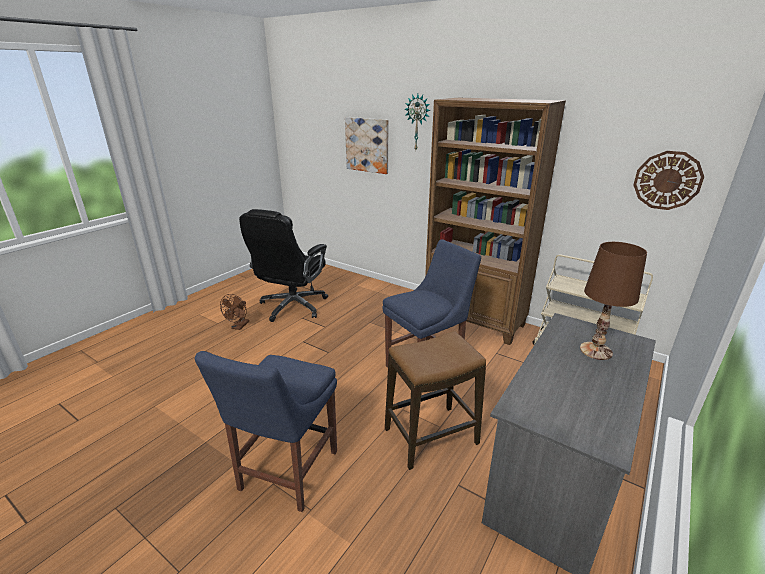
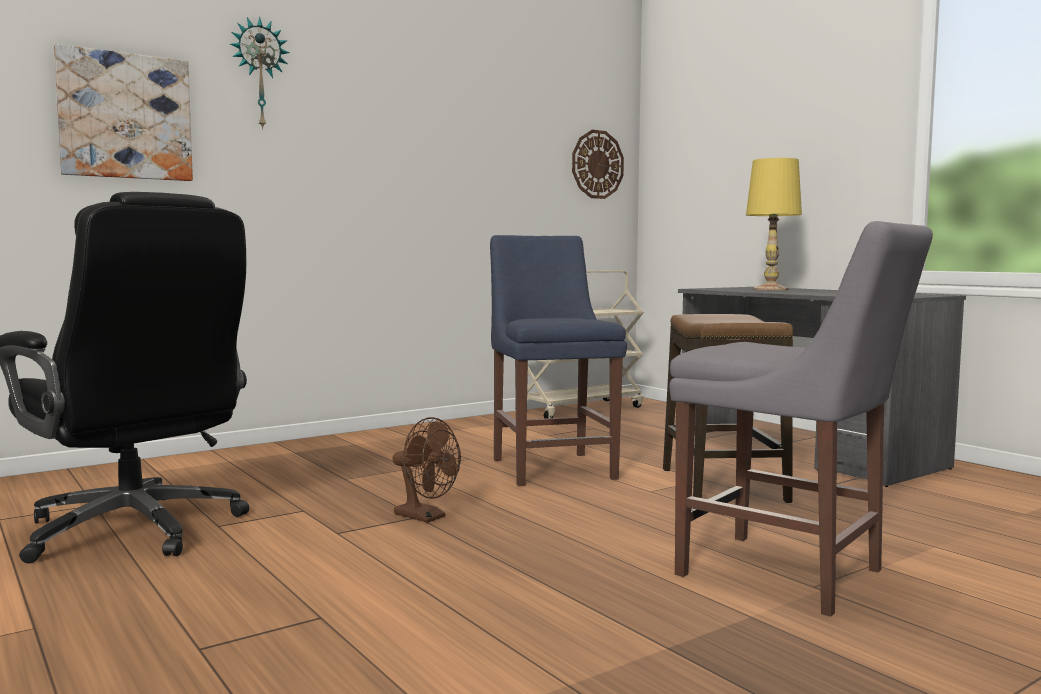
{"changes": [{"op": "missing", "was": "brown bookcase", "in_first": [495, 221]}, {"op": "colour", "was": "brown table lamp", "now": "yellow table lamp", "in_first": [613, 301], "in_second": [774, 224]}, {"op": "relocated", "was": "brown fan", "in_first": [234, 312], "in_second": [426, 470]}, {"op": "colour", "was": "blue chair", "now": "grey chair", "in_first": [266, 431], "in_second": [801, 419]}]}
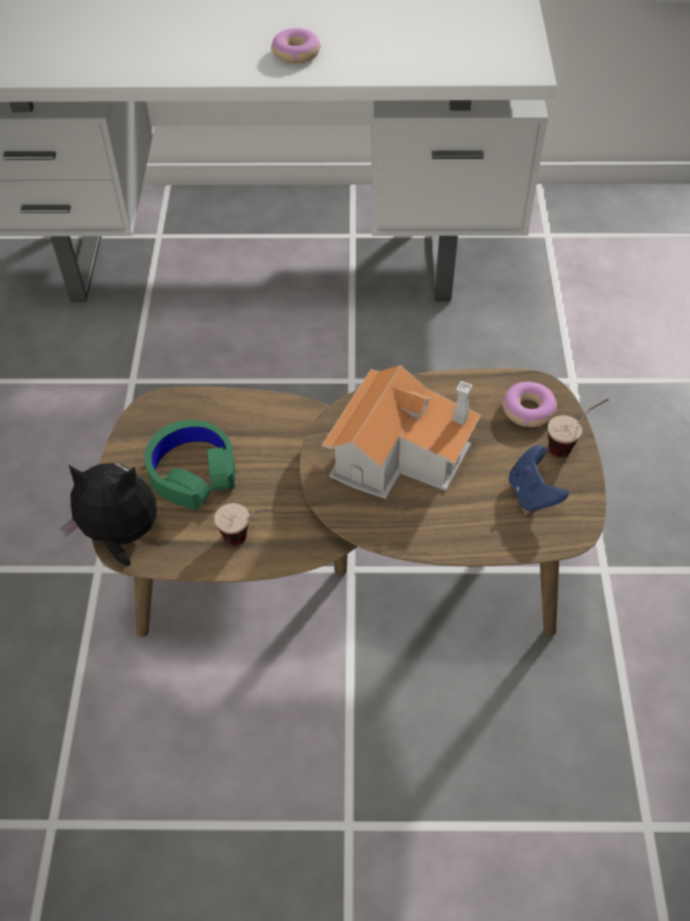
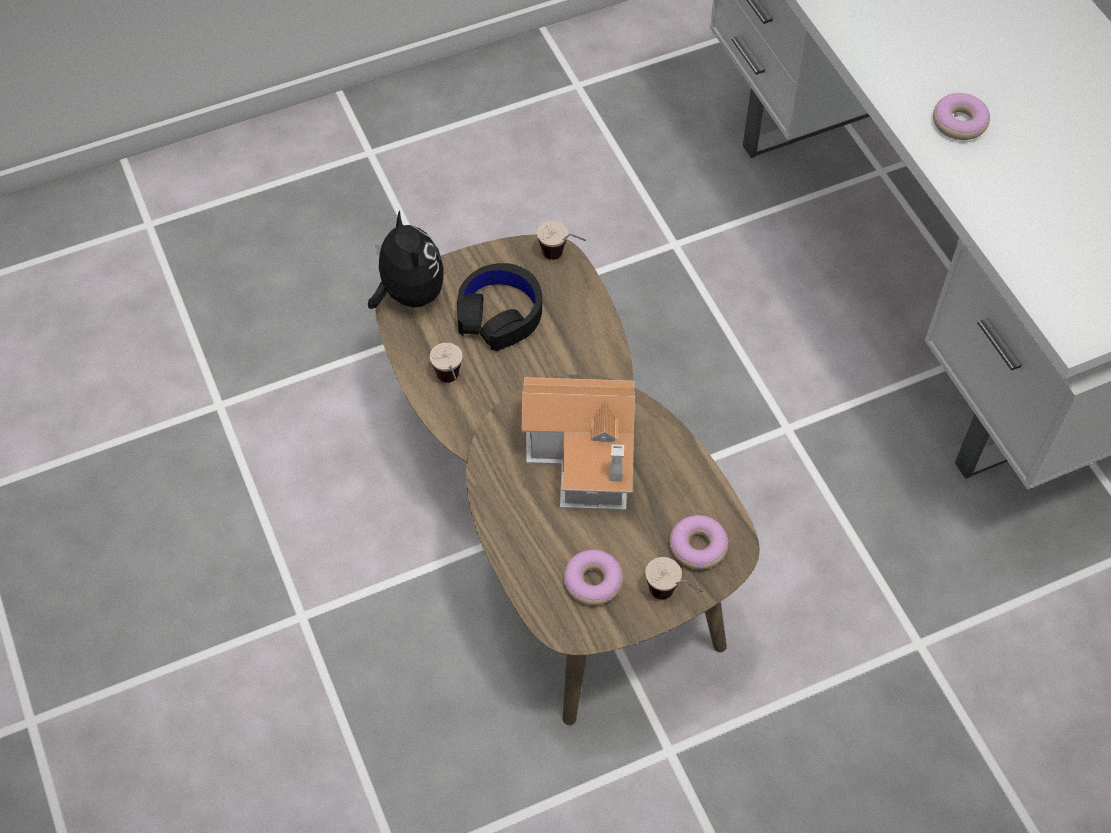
{"changes": [{"op": "colour", "was": "green headphones", "now": "black headphones", "in_first": [190, 465], "in_second": [499, 307]}, {"op": "exchanged", "was": "blue game controller", "now": "donut", "in_first": [539, 478], "in_second": [593, 577]}, {"op": "appeared", "now": "cup", "in_second": [561, 240]}]}
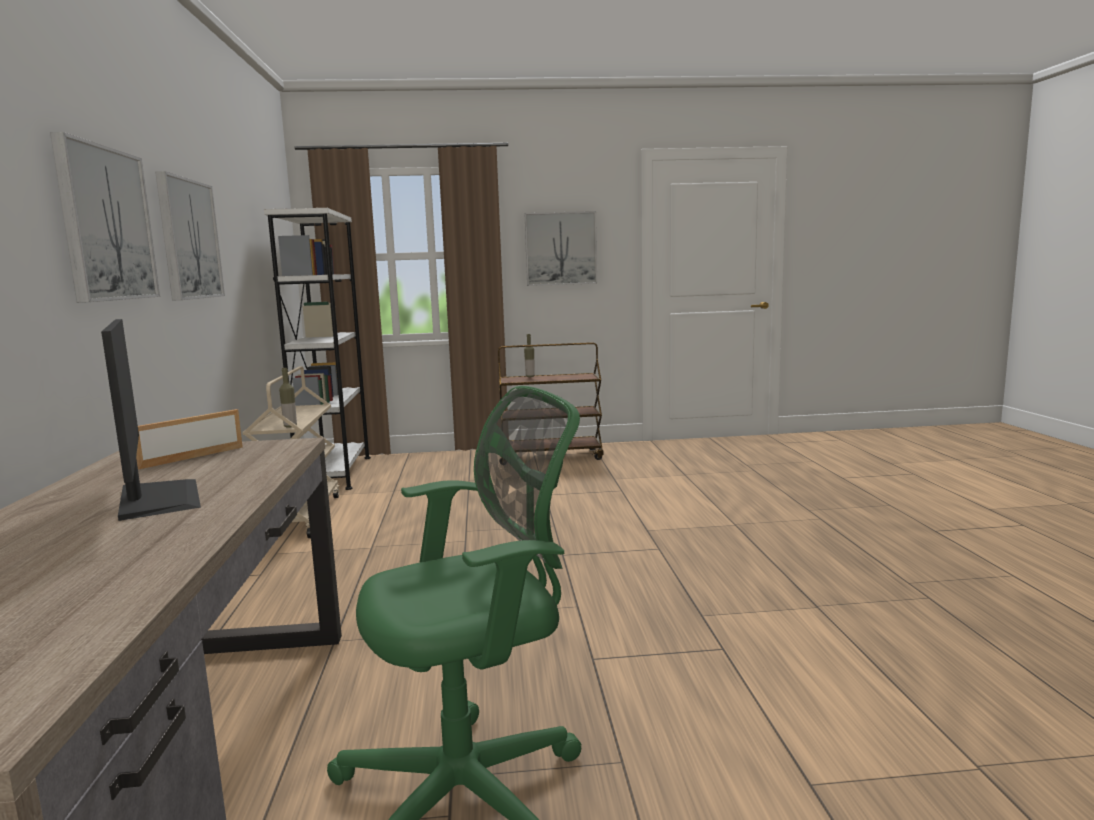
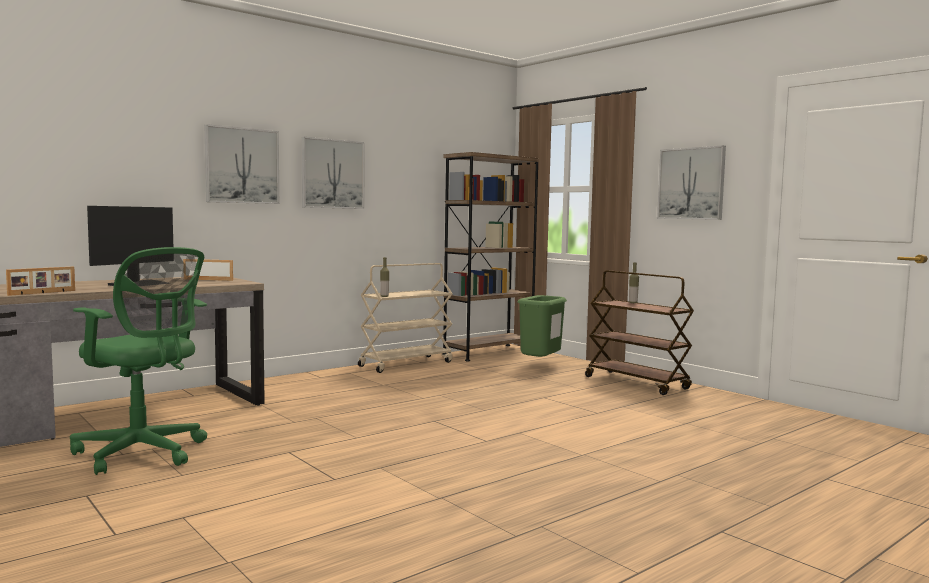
{"changes": [{"op": "colour", "was": "white bookcase", "now": "brown bookcase", "in_first": [317, 349], "in_second": [490, 256]}, {"op": "appeared", "now": "picture frame", "in_second": [40, 281]}, {"op": "appeared", "now": "green trash can", "in_second": [542, 326]}]}
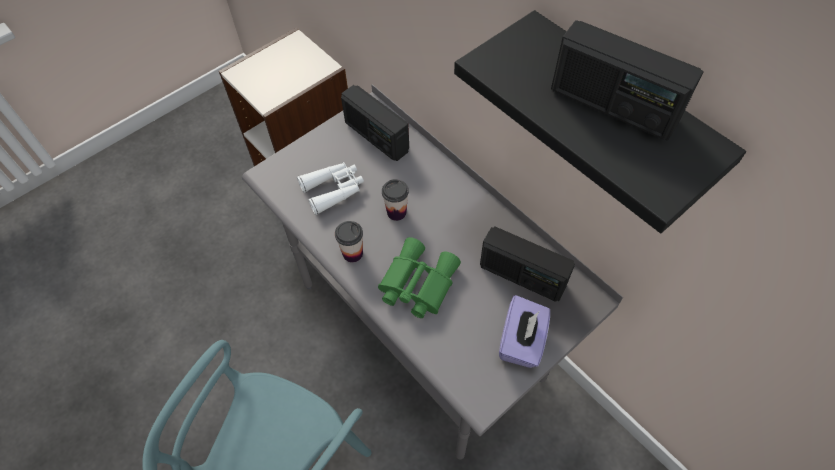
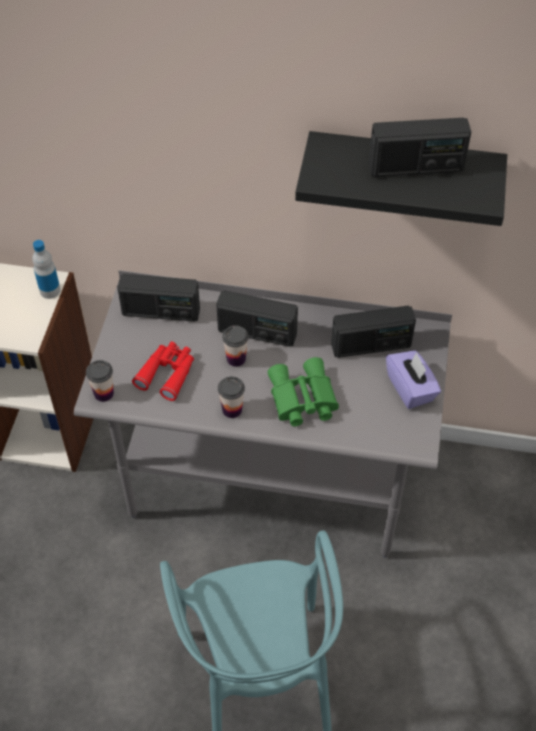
{"changes": [{"op": "colour", "was": "white binoculars", "now": "red binoculars", "in_first": [330, 188], "in_second": [163, 371]}, {"op": "appeared", "now": "bottle", "in_second": [46, 269]}, {"op": "appeared", "now": "radio", "in_second": [257, 318]}, {"op": "appeared", "now": "cup", "in_second": [100, 381]}]}
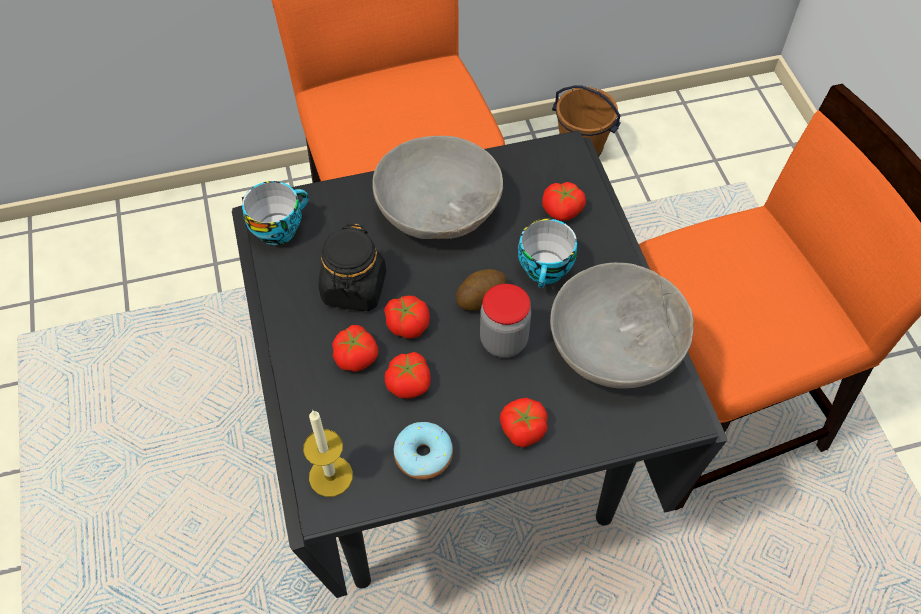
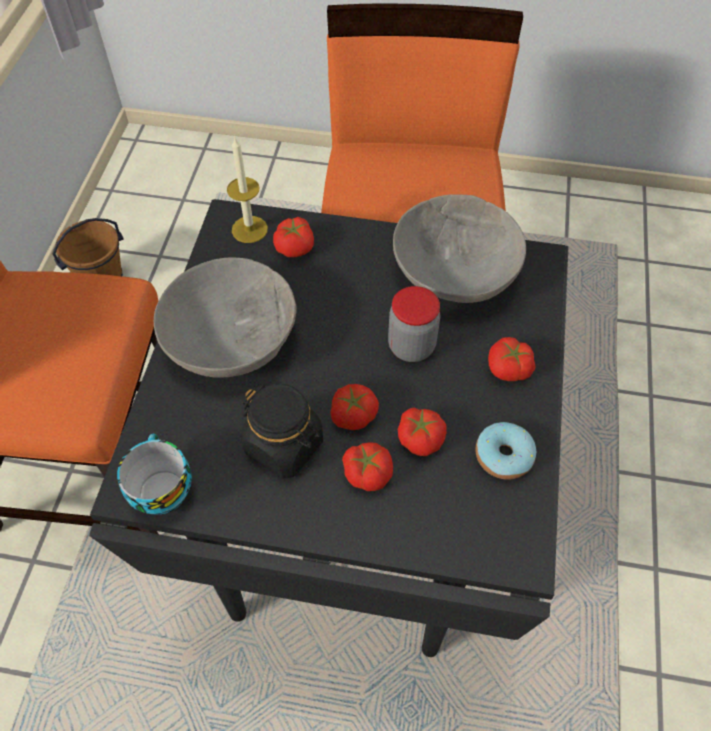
{"changes": [{"op": "missing", "was": "cup", "in_first": [547, 253]}, {"op": "missing", "was": "potato", "in_first": [481, 290]}, {"op": "relocated", "was": "candle", "in_first": [328, 454], "in_second": [247, 189]}]}
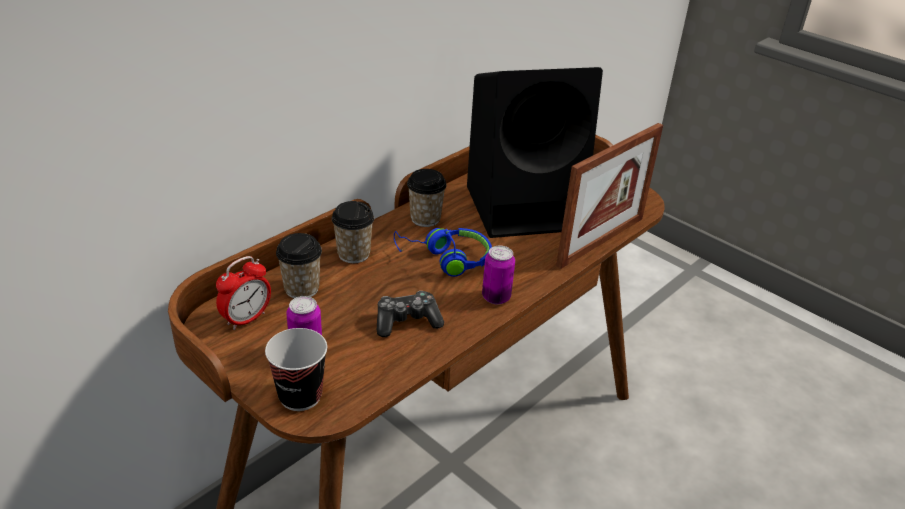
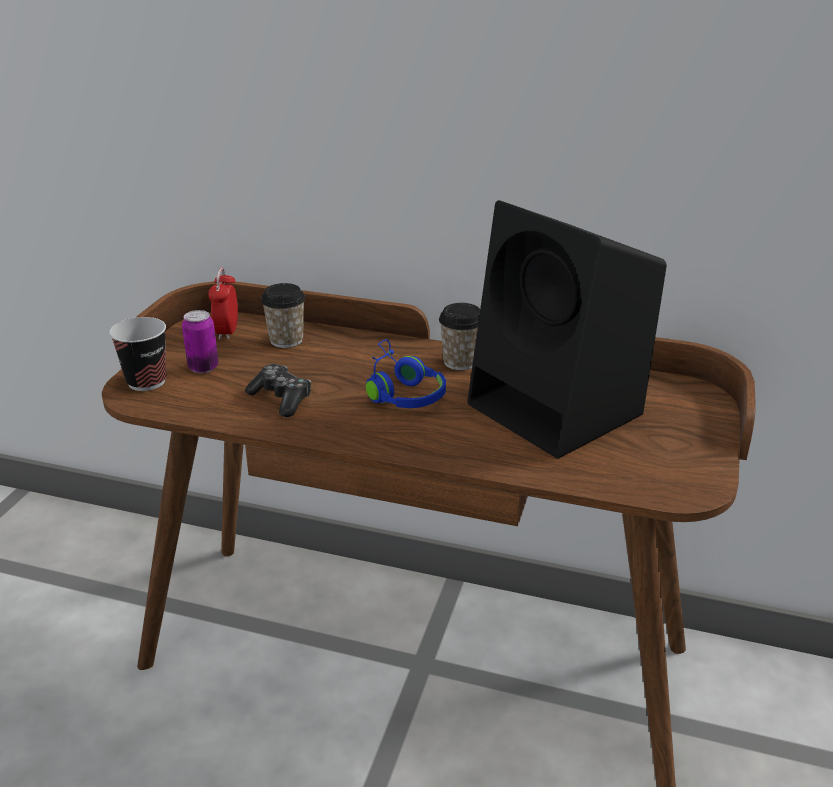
{"changes": [{"op": "missing", "was": "picture frame", "in_first": [609, 196]}, {"op": "missing", "was": "cup", "in_first": [353, 232]}, {"op": "missing", "was": "can", "in_first": [498, 275]}, {"op": "spun", "was": "alarm clock", "in_first": [243, 293], "in_second": [223, 304], "clockwise": 75}]}
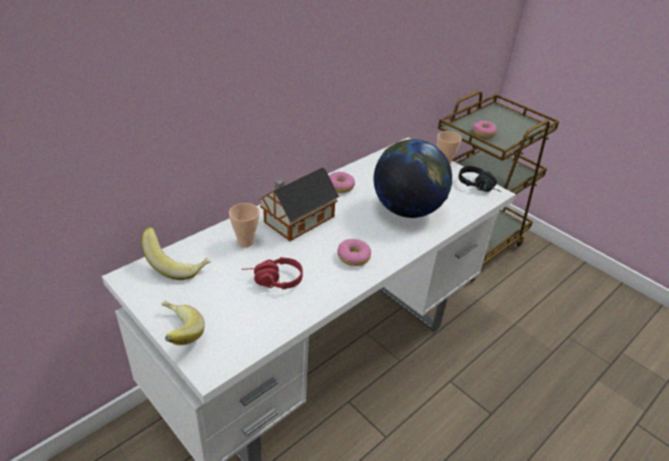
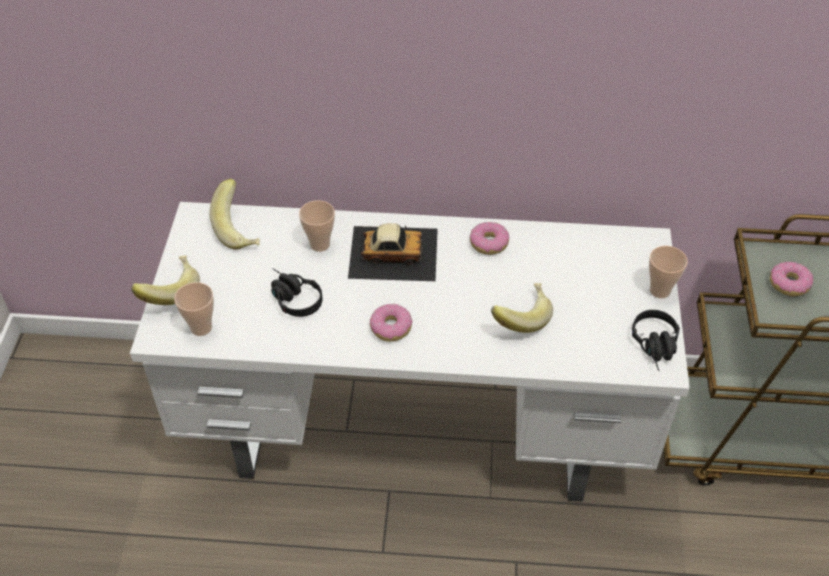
{"changes": [{"op": "exchanged", "was": "globe", "now": "banana", "in_first": [412, 178], "in_second": [522, 308]}, {"op": "exchanged", "was": "toy house", "now": "toy car", "in_first": [299, 204], "in_second": [393, 252]}, {"op": "colour", "was": "red headphones", "now": "black headphones", "in_first": [272, 273], "in_second": [296, 292]}, {"op": "appeared", "now": "cup", "in_second": [194, 309]}]}
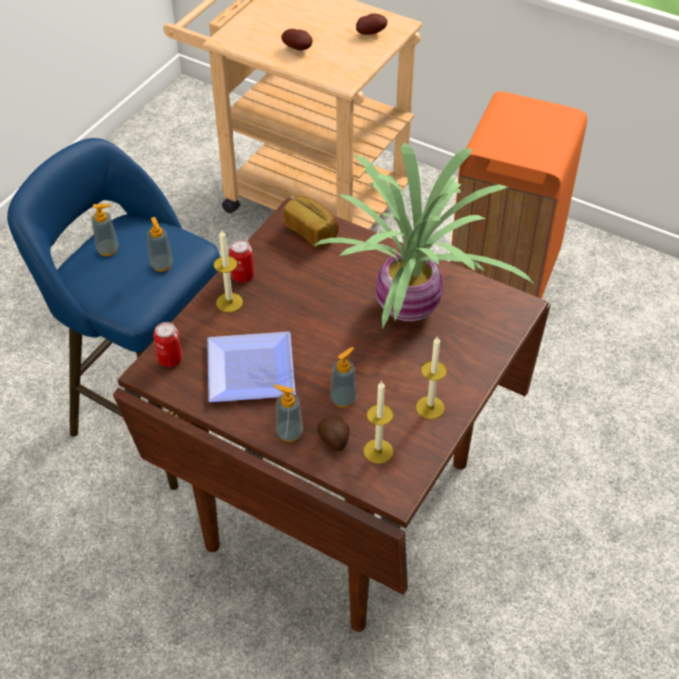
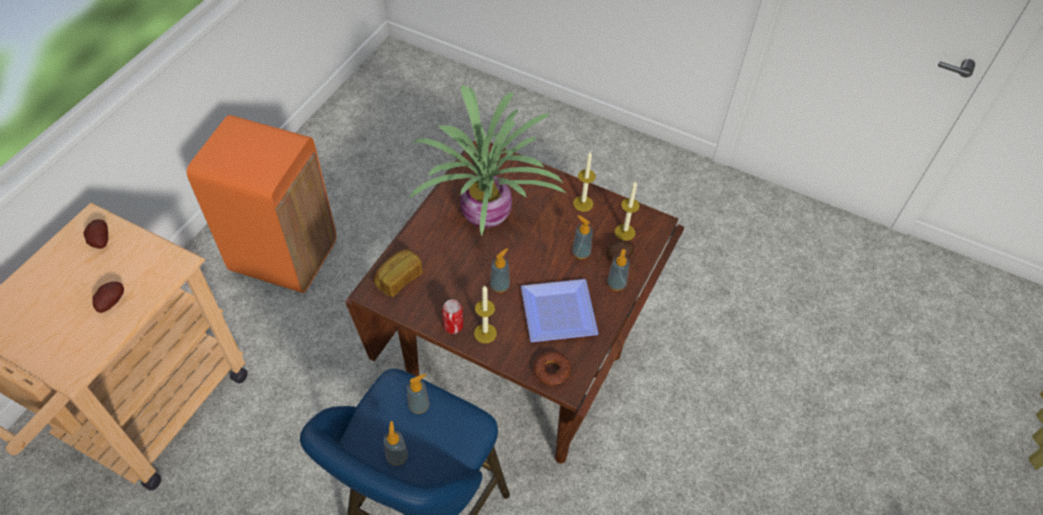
{"changes": [{"op": "exchanged", "was": "can", "now": "donut", "in_first": [167, 344], "in_second": [552, 368]}, {"op": "appeared", "now": "soap dispenser", "in_second": [500, 270]}]}
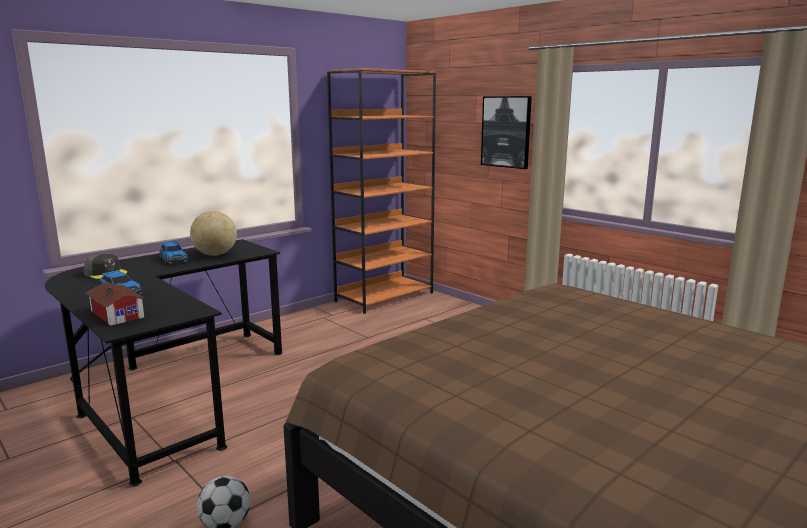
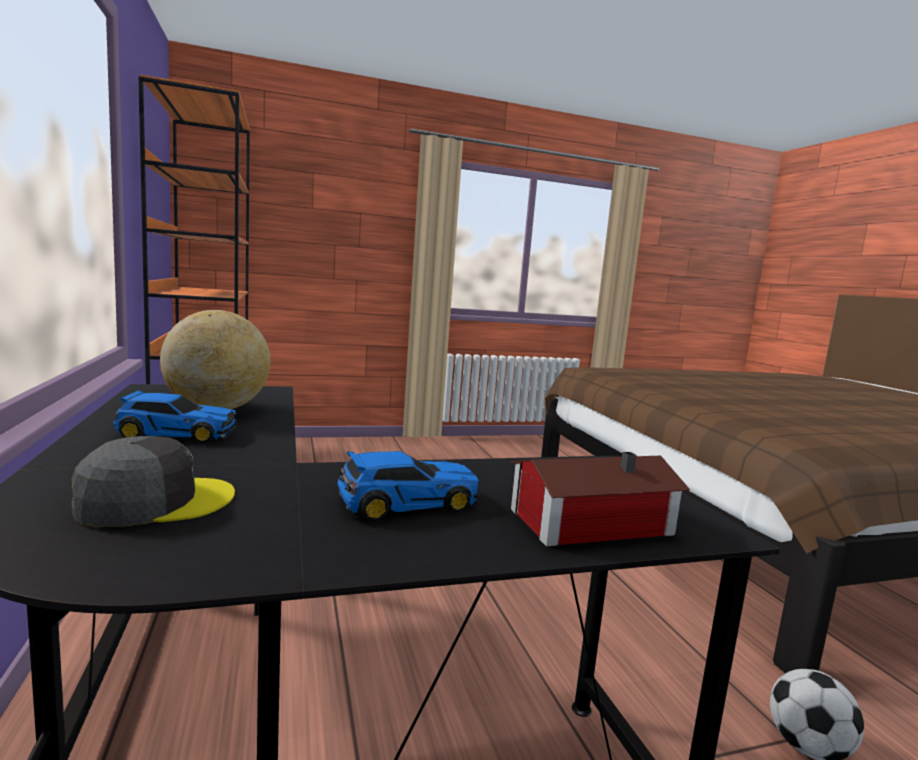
{"changes": [{"op": "missing", "was": "picture", "in_first": [506, 132]}]}
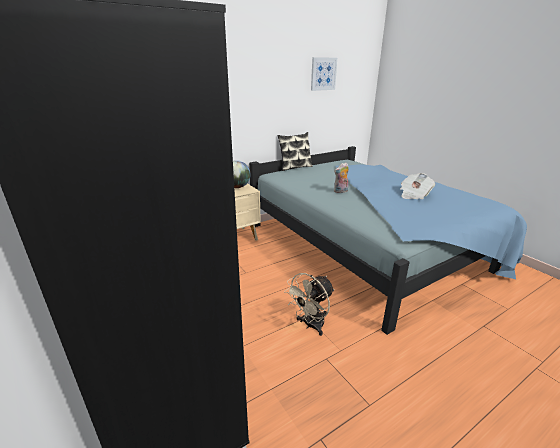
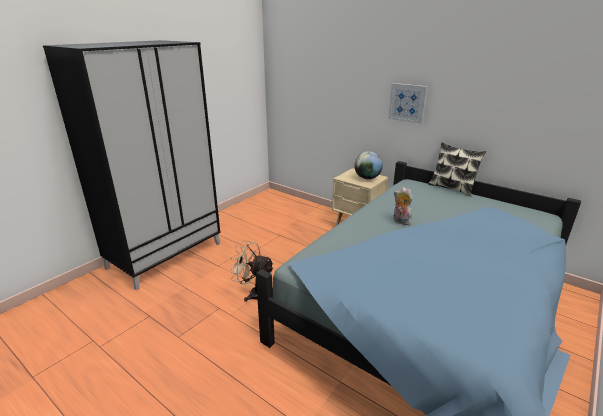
{"changes": [{"op": "relocated", "was": "picture", "in_first": [324, 74], "in_second": [408, 103]}, {"op": "missing", "was": "newspaper", "in_first": [417, 186]}]}
